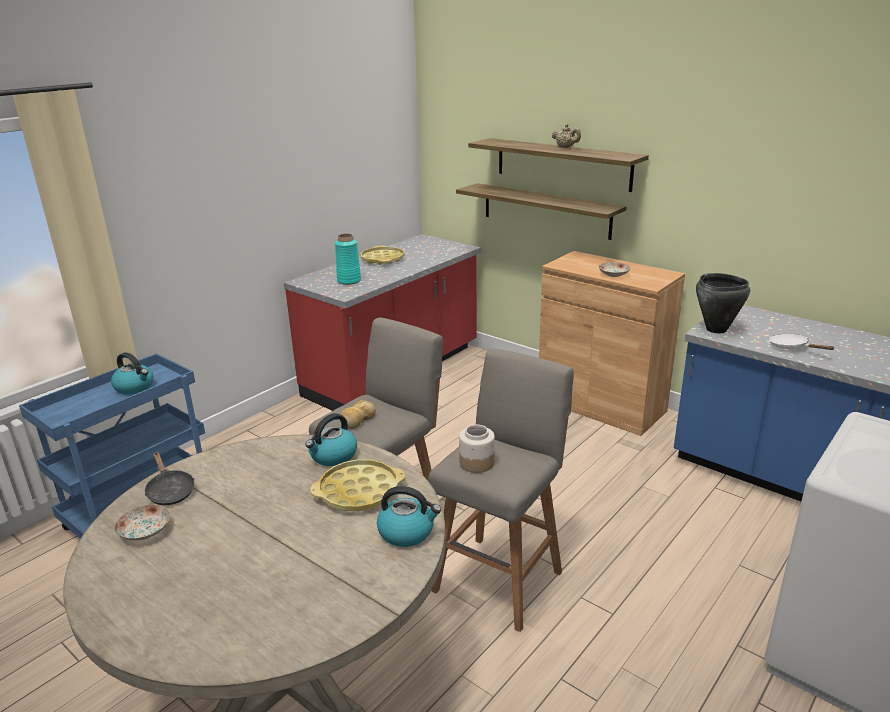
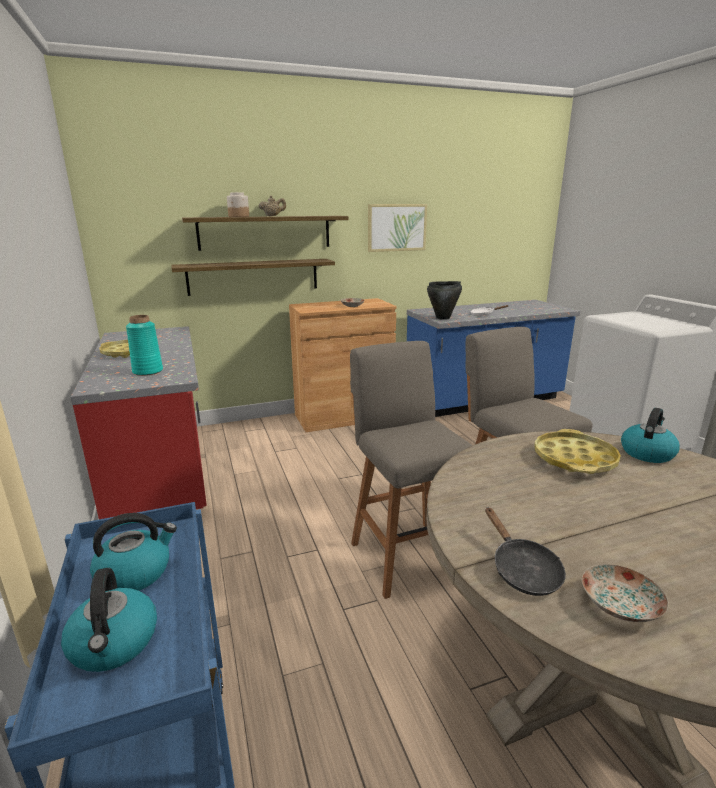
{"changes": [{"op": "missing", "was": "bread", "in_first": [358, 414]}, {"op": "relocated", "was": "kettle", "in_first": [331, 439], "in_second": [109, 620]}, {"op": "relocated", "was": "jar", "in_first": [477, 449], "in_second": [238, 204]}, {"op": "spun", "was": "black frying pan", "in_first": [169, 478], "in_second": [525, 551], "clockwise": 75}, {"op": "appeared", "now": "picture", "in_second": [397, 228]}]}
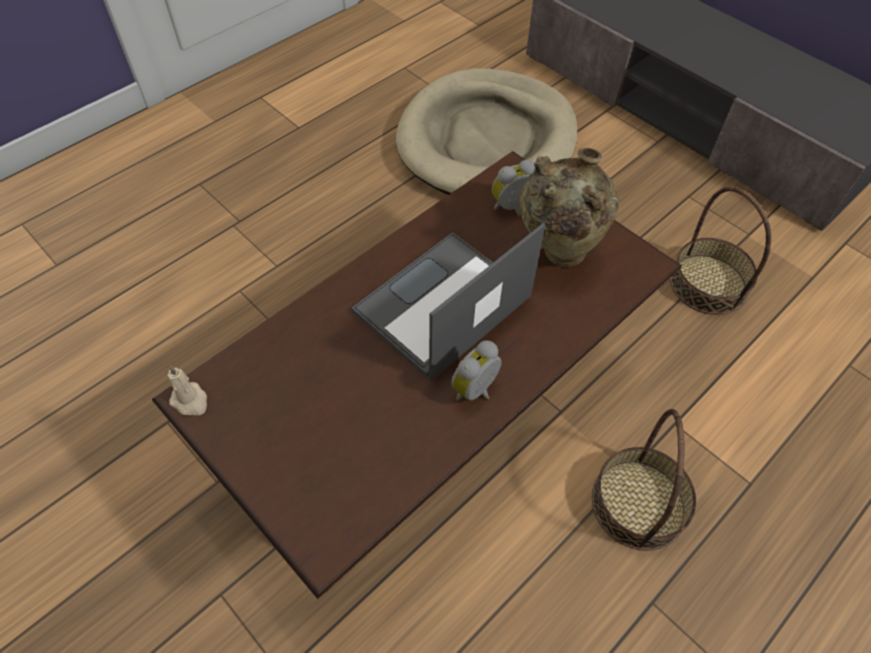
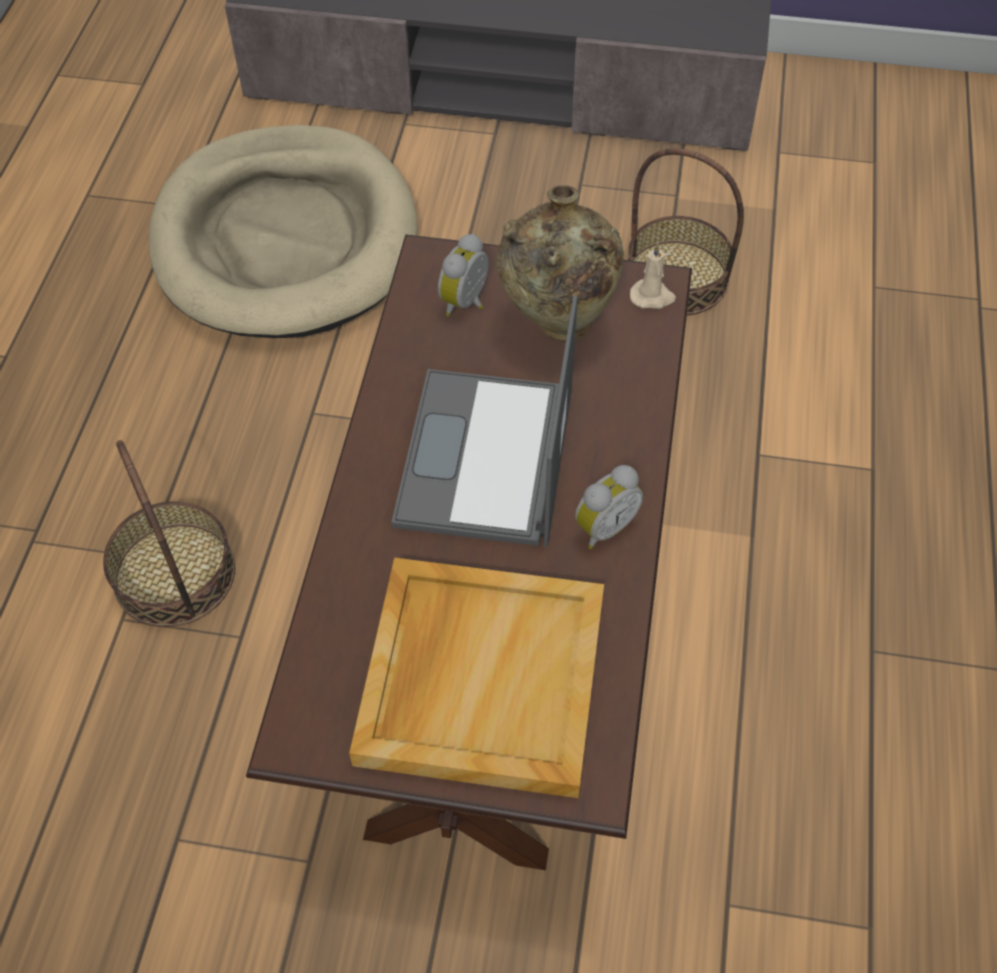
{"changes": [{"op": "spun", "was": "alarm clock", "in_first": [476, 370], "in_second": [609, 507], "clockwise": -135}, {"op": "relocated", "was": "beige candle", "in_first": [187, 390], "in_second": [653, 276]}, {"op": "relocated", "was": "basket", "in_first": [644, 479], "in_second": [169, 533]}, {"op": "appeared", "now": "beige tray", "in_second": [476, 678]}]}
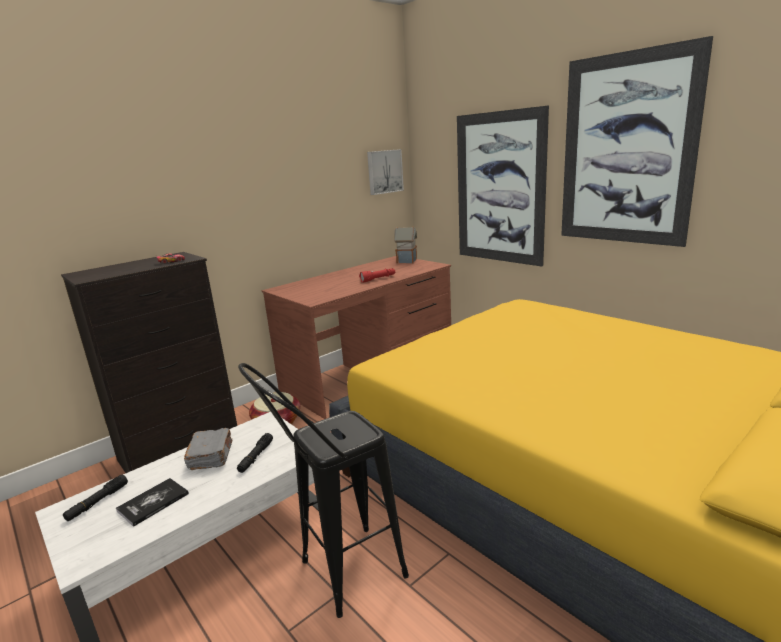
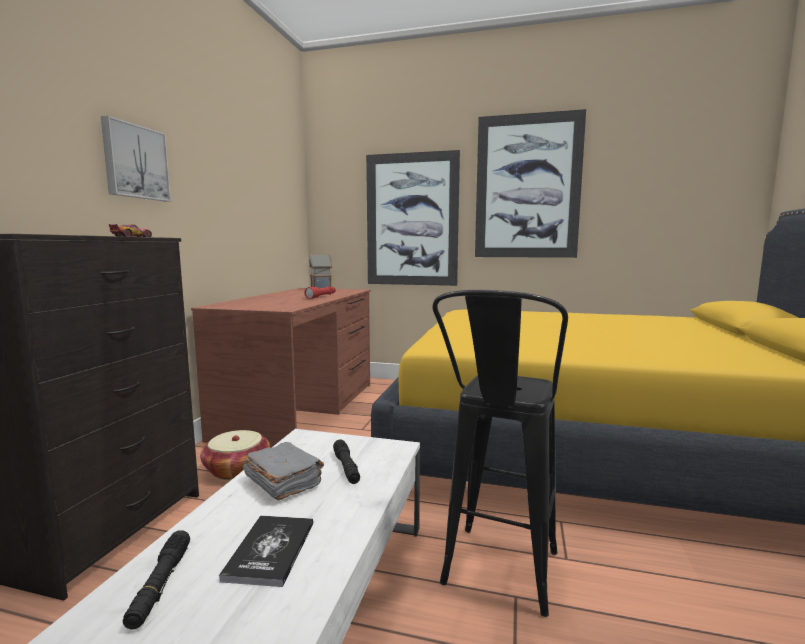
{"changes": [{"op": "relocated", "was": "picture", "in_first": [385, 172], "in_second": [136, 158]}]}
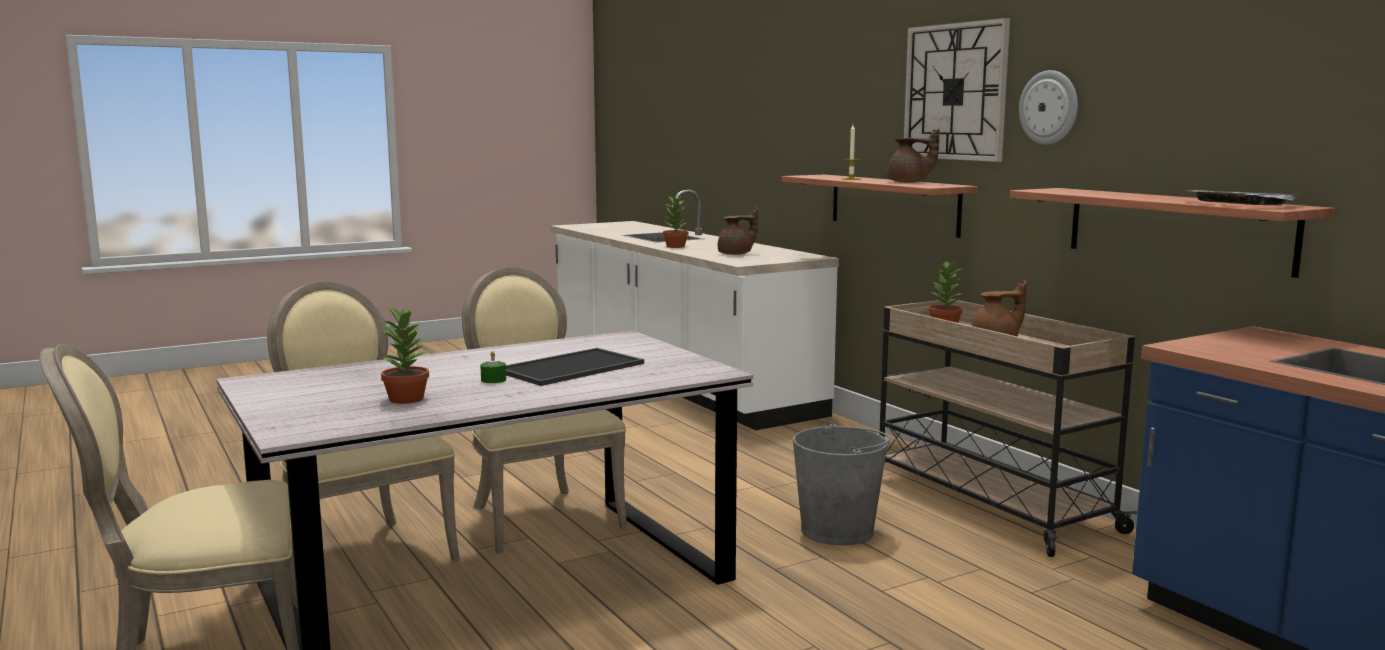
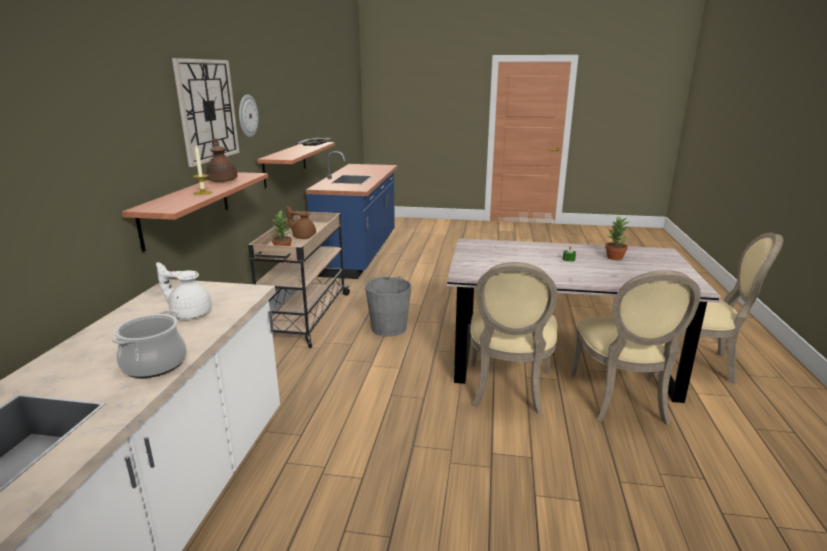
{"changes": [{"op": "exchanged", "was": "potted plant", "now": "cooking pot", "in_first": [675, 222], "in_second": [149, 344]}, {"op": "colour", "was": "brown teapot", "now": "white teapot", "in_first": [738, 231], "in_second": [184, 290]}, {"op": "missing", "was": "tray", "in_first": [575, 367]}]}
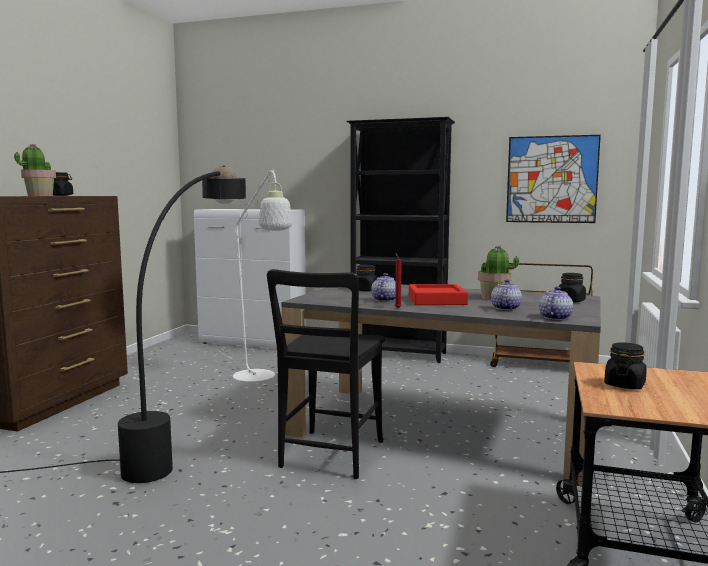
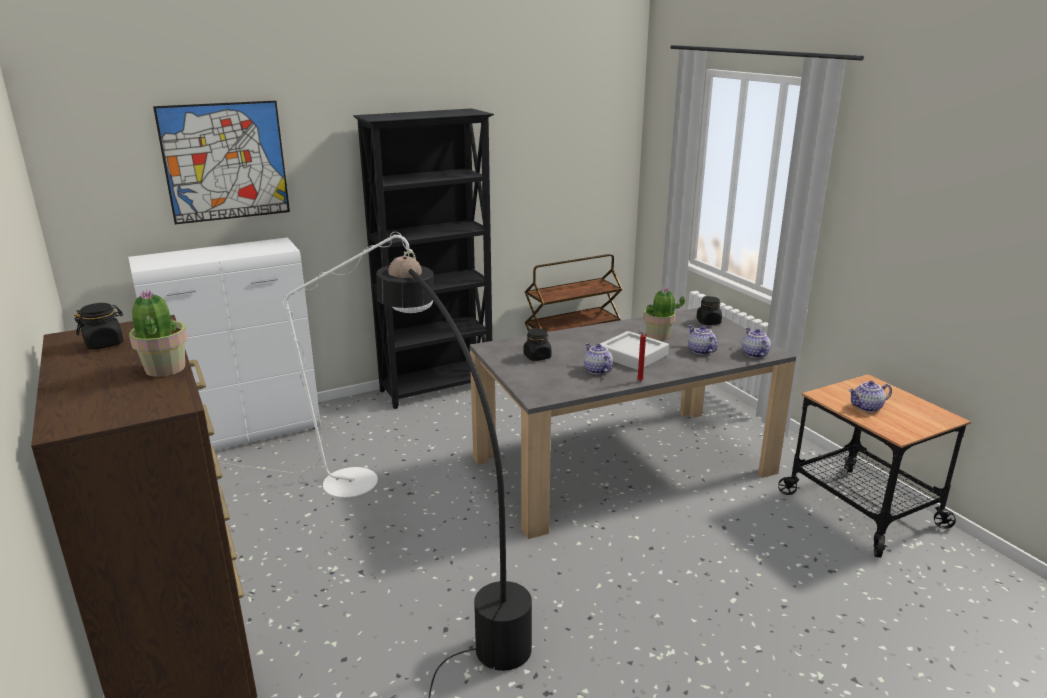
{"changes": [{"op": "relocated", "was": "picture", "in_first": [553, 179], "in_second": [221, 162]}, {"op": "missing", "was": "black chair", "in_first": [326, 374]}, {"op": "colour", "was": "red tray", "now": "grey tray", "in_first": [438, 294], "in_second": [634, 350]}, {"op": "exchanged", "was": "black jar", "now": "teapot", "in_first": [625, 365], "in_second": [870, 396]}]}
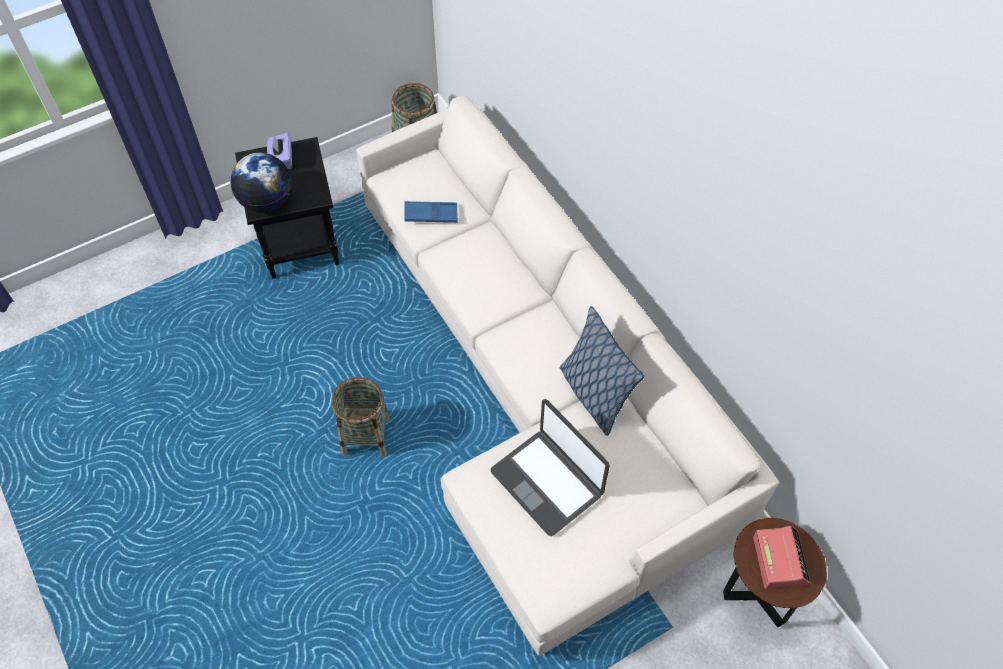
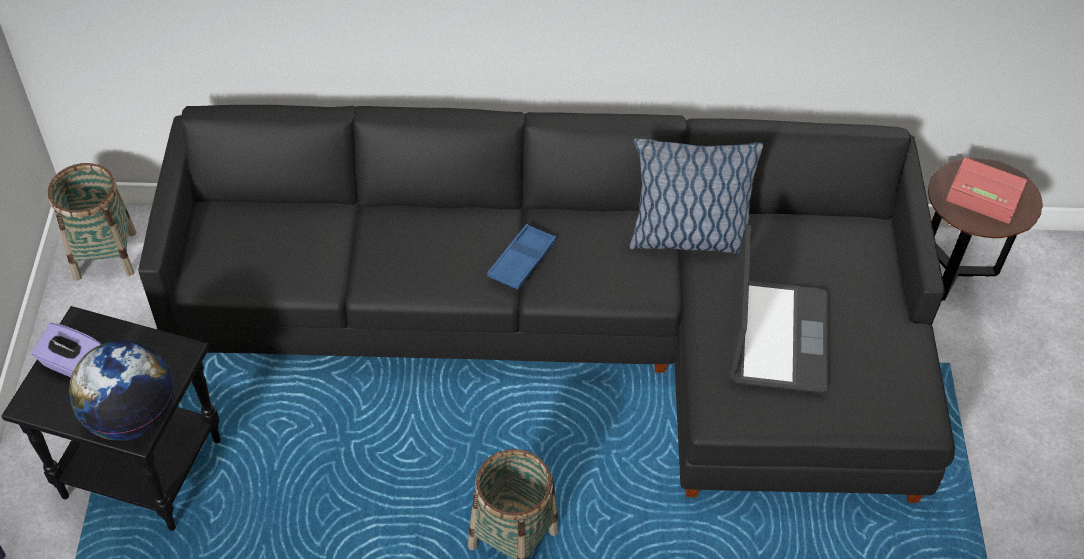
{"changes": [{"op": "colour", "was": "white sofa", "now": "black sofa", "in_first": [567, 376], "in_second": [546, 304]}, {"op": "relocated", "was": "blue tray", "in_first": [431, 212], "in_second": [522, 256]}, {"op": "spun", "was": "laptop", "in_first": [550, 467], "in_second": [778, 309], "clockwise": -75}]}
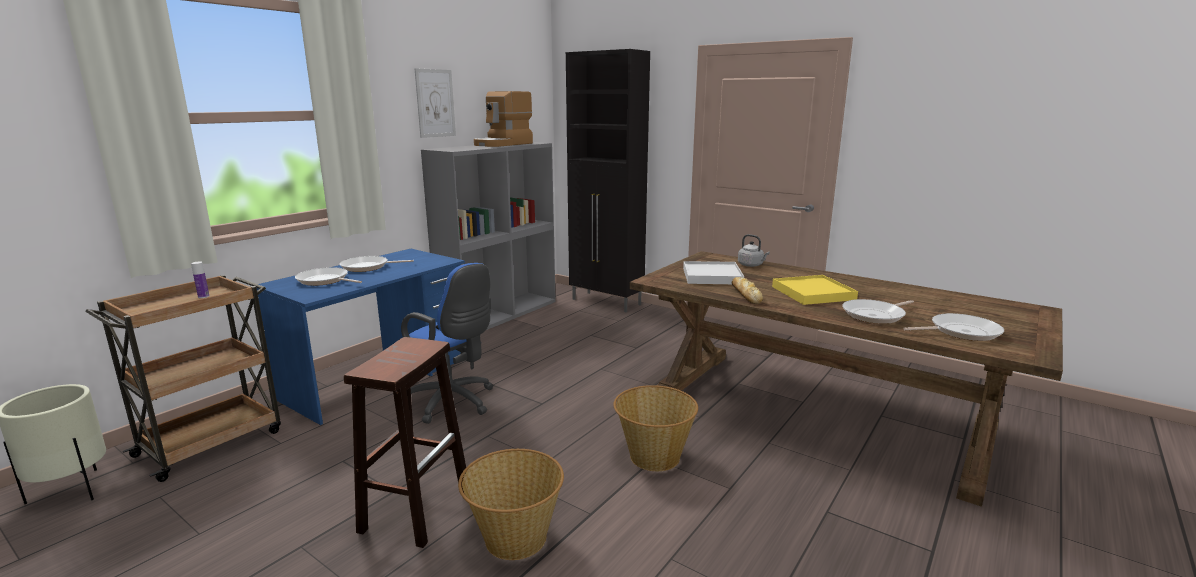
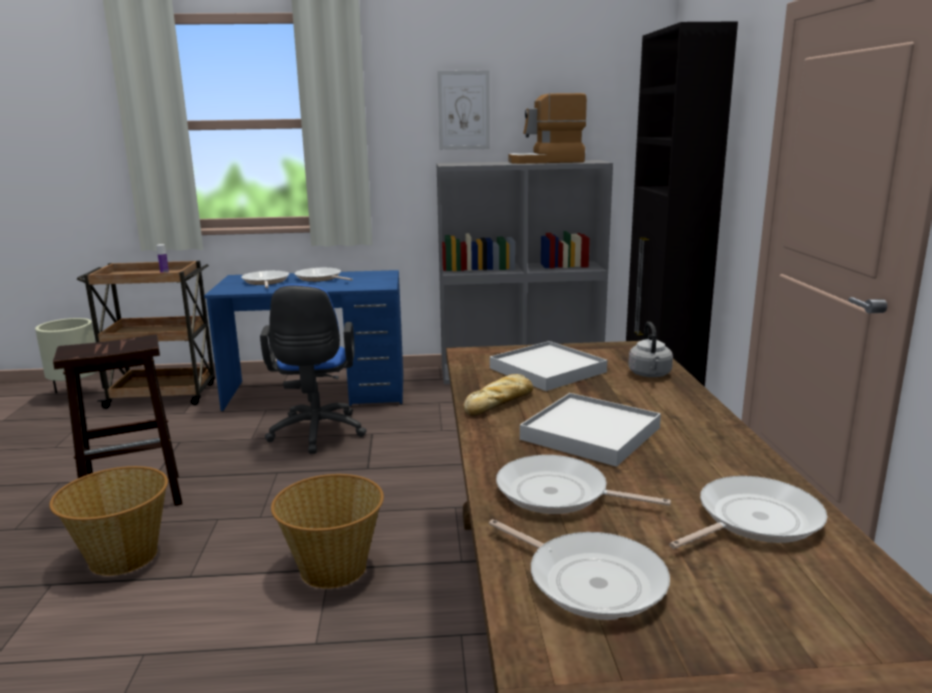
{"changes": [{"op": "colour", "was": "yellow tray", "now": "white tray", "in_first": [815, 290], "in_second": [590, 430]}, {"op": "appeared", "now": "frying pan", "in_second": [748, 512]}]}
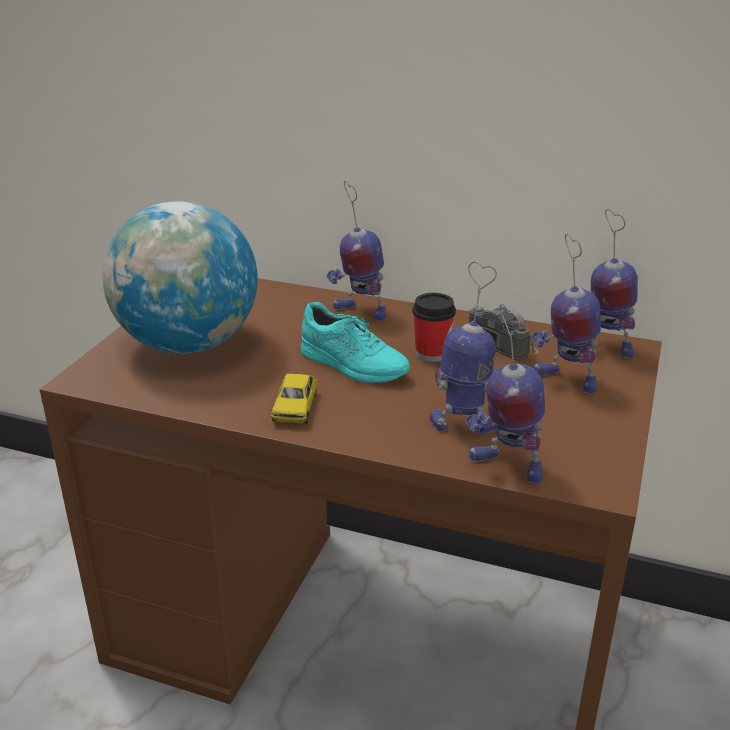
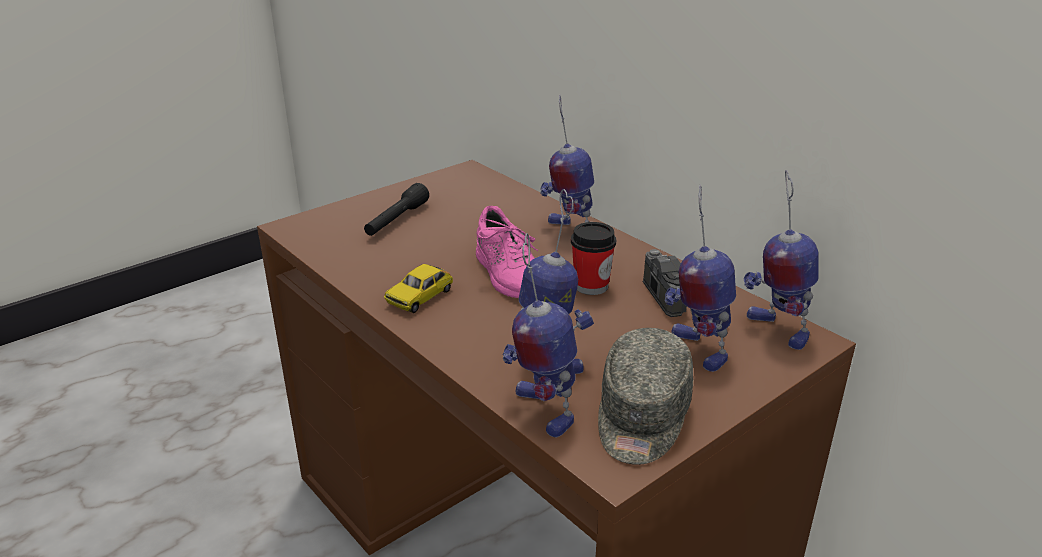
{"changes": [{"op": "exchanged", "was": "globe", "now": "black flashlight", "in_first": [180, 277], "in_second": [396, 209]}, {"op": "colour", "was": "turquoise shoe", "now": "pink shoe", "in_first": [355, 342], "in_second": [507, 252]}, {"op": "appeared", "now": "grey cap", "in_second": [645, 396]}]}
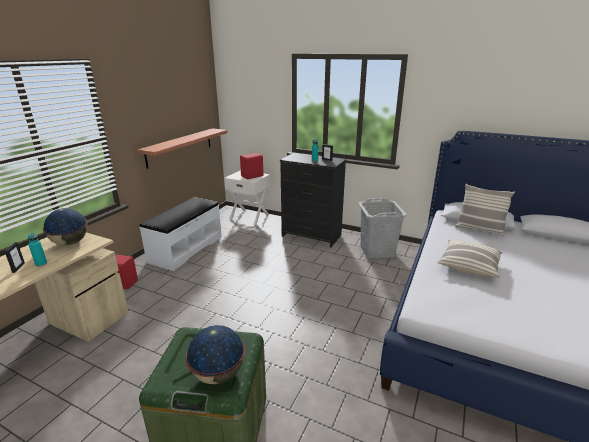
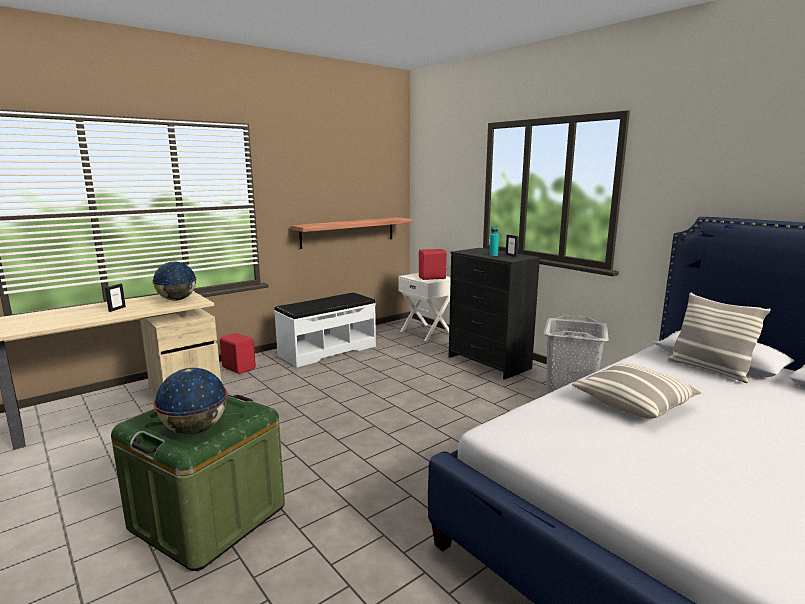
{"changes": [{"op": "missing", "was": "turquoise bottle", "in_first": [37, 250]}]}
